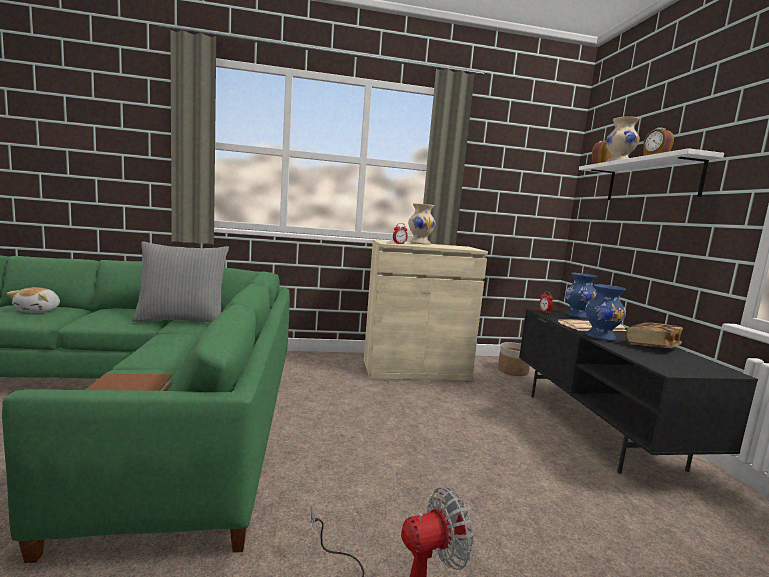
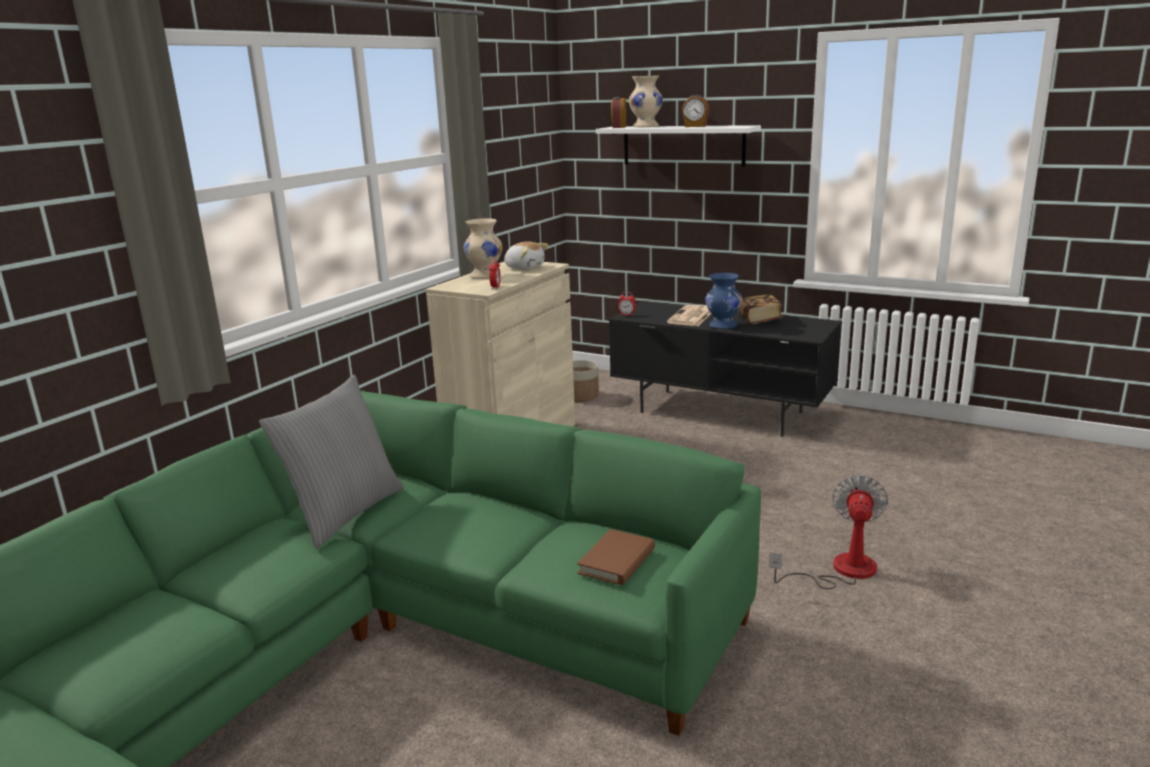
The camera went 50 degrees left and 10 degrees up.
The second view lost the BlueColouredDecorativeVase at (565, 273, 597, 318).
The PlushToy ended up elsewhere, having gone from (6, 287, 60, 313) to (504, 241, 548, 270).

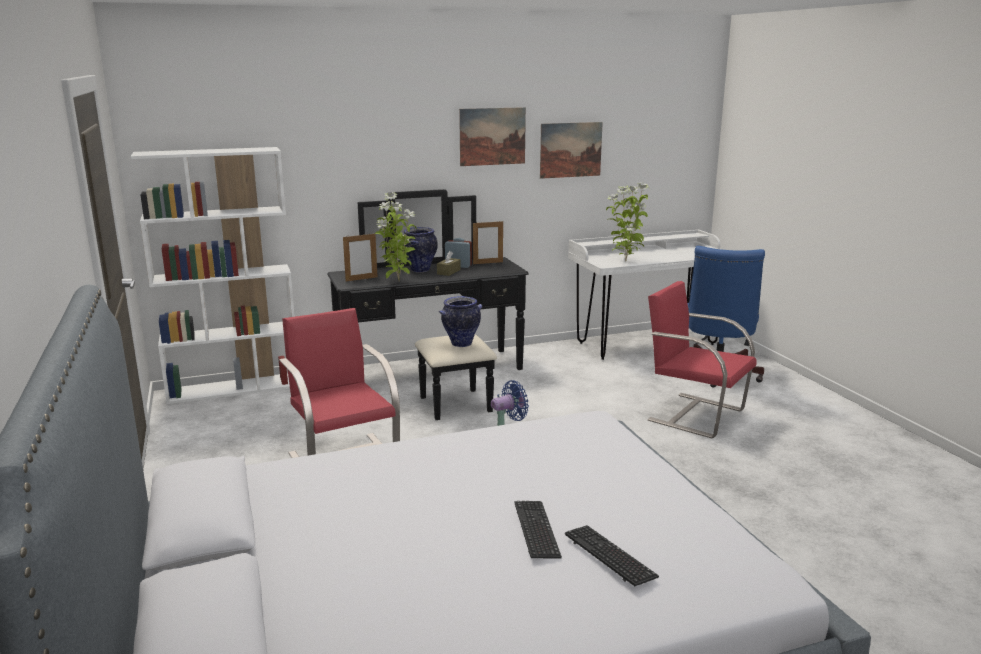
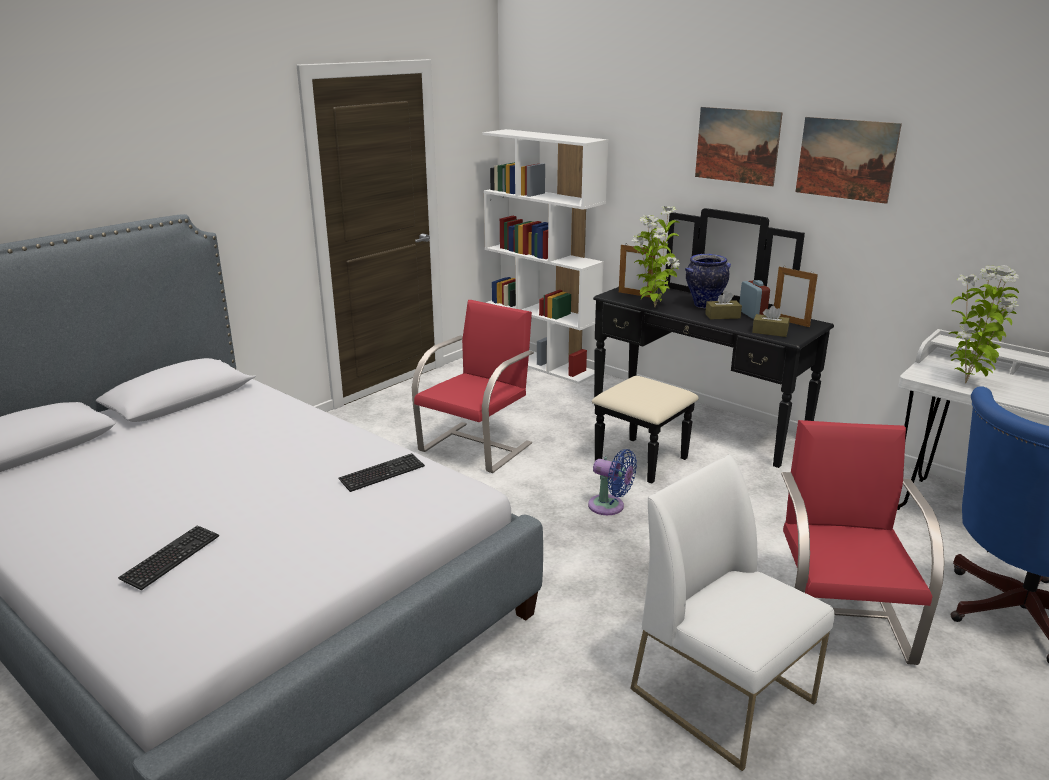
The camera went 60 degrees right and 5 degrees up.
The second view lost the DecorativeVase at (439, 296, 482, 347).
The second view gained the WhiteColouredPlainChair at (630, 455, 834, 771).
The second view gained the BrownColouredTissueBox at (752, 306, 790, 337).
The ComputerKeyboard ended up elsewhere, having gone from (514, 501, 562, 559) to (338, 453, 425, 492).
The WallPicture ended up elsewhere, having gone from (540, 122, 603, 179) to (695, 107, 783, 186).

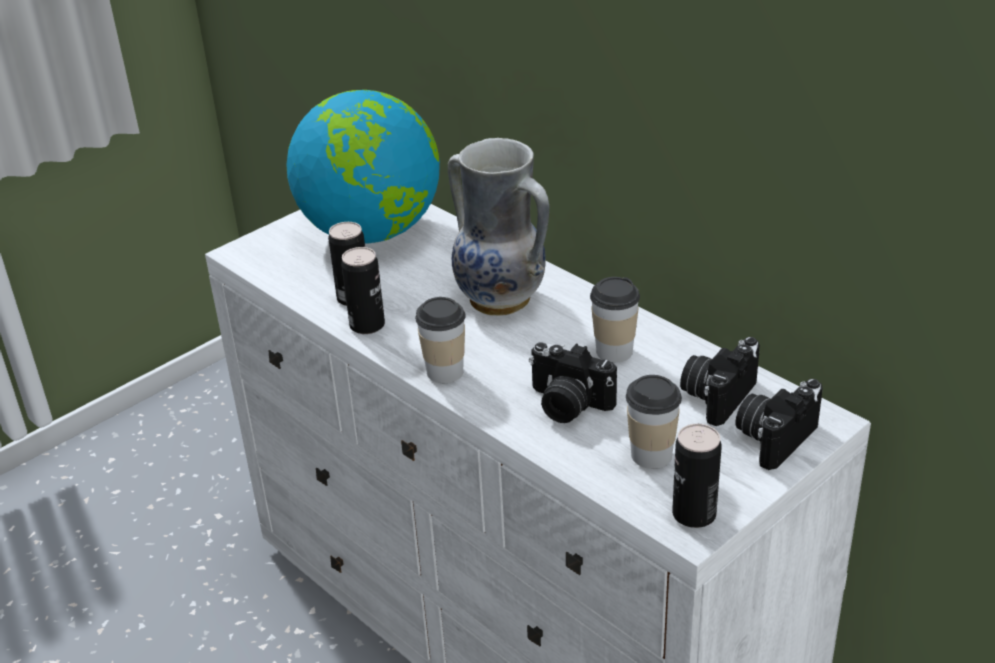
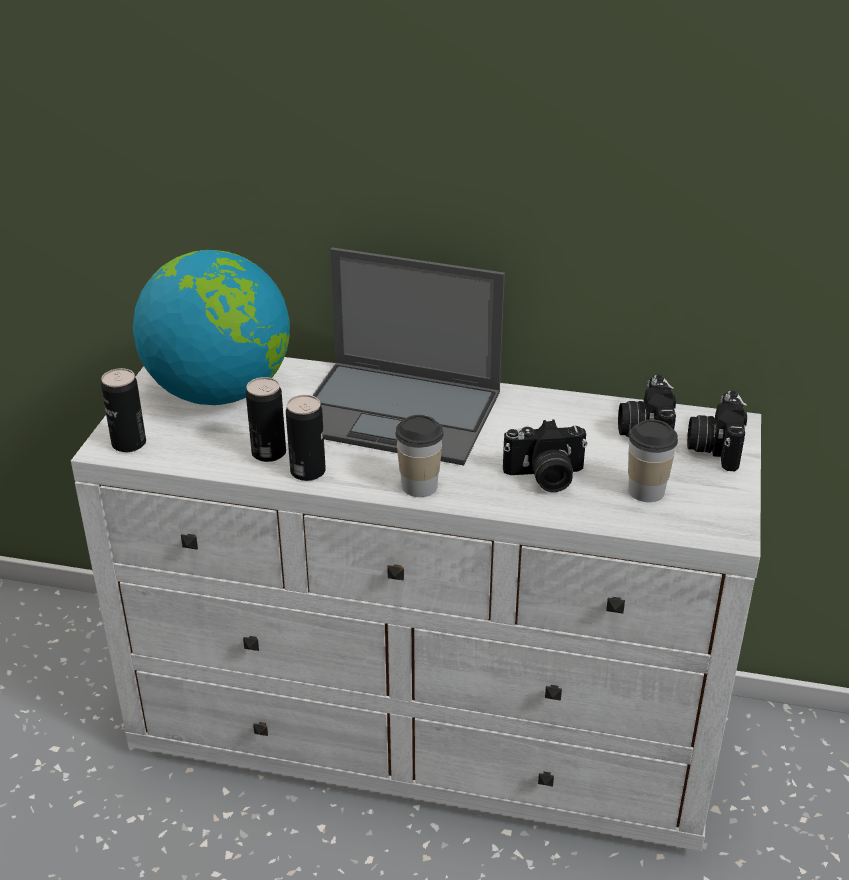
The camera went 35 degrees left and 0 degrees up.
The second view lost the DrinkingCup at (590, 277, 640, 363).
The SealedCan ended up elsewhere, having gone from (672, 424, 722, 528) to (101, 368, 146, 452).
Where the DecorativeVase stood at (448, 138, 549, 316), the NotebookComputer came to stand at (312, 248, 505, 465).

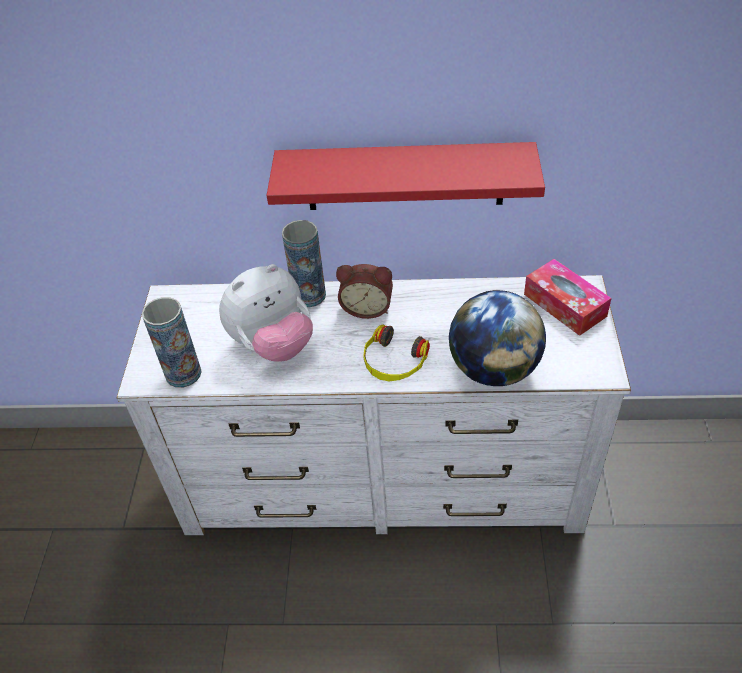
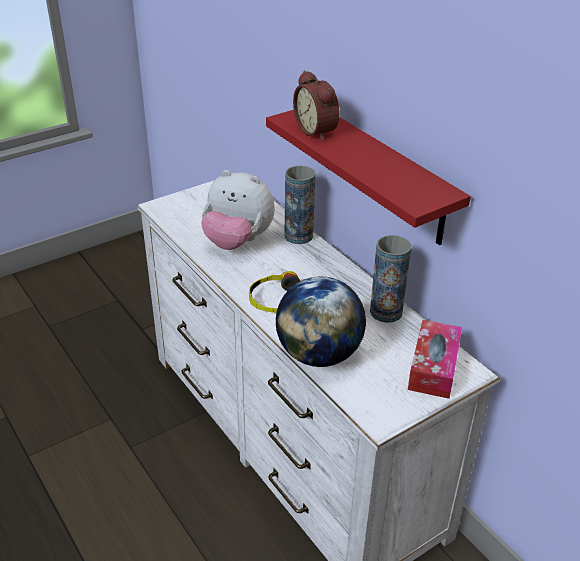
The camera went 50 degrees right and 10 degrees down.
The DecorativeVase ended up elsewhere, having gone from (142, 297, 202, 388) to (370, 235, 412, 323).
The BedsideClock ended up elsewhere, having gone from (336, 264, 393, 319) to (293, 70, 340, 141).

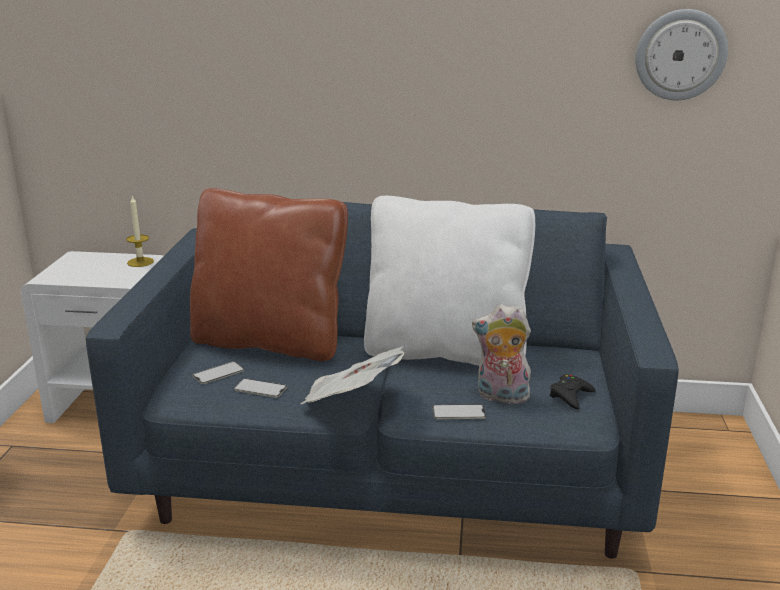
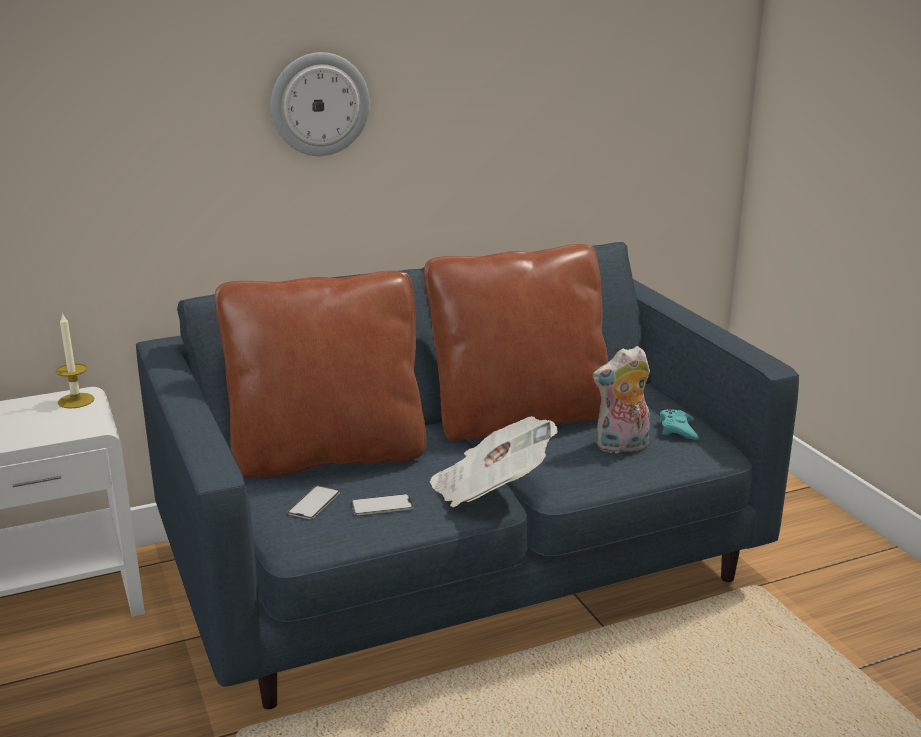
The camera went 30 degrees left and 0 degrees up.
The second view lost the Handset at (432, 404, 486, 419).
The HangingClock ended up elsewhere, having gone from (635, 9, 728, 100) to (271, 52, 370, 156).
What was the WhiteColouredPillow at (364, 196, 535, 366) turned into the BrownColouredPillow at (424, 244, 608, 441).
What was the BlackishGamepad at (550, 375, 596, 409) turned into the TurquoiseColouredGamepad at (660, 409, 699, 440).

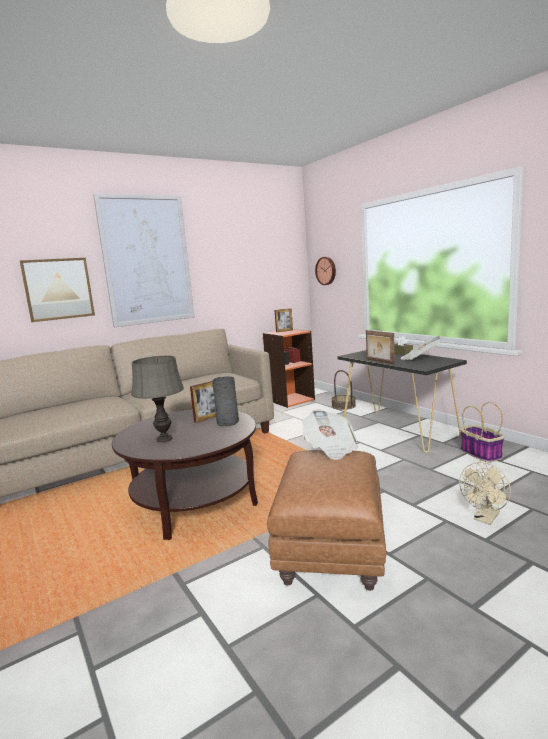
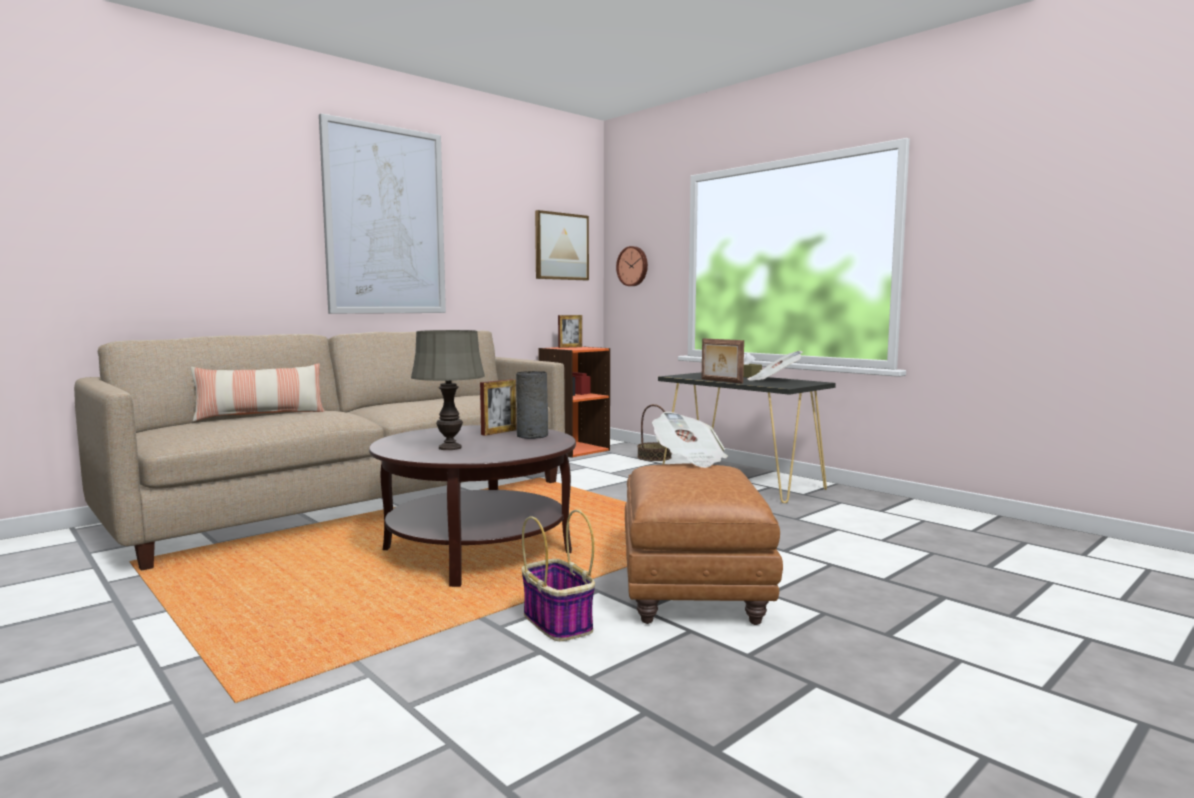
The camera went 10 degrees left and 5 degrees down.
The second view lost the BeigeElectricFan at (459, 462, 511, 525).
The second view gained the Pillow at (191, 363, 325, 422).
The WallPicture ended up elsewhere, having gone from (20, 258, 95, 322) to (535, 210, 589, 280).
The HouseholdBasket ended up elsewhere, having gone from (460, 402, 504, 462) to (521, 509, 595, 641).

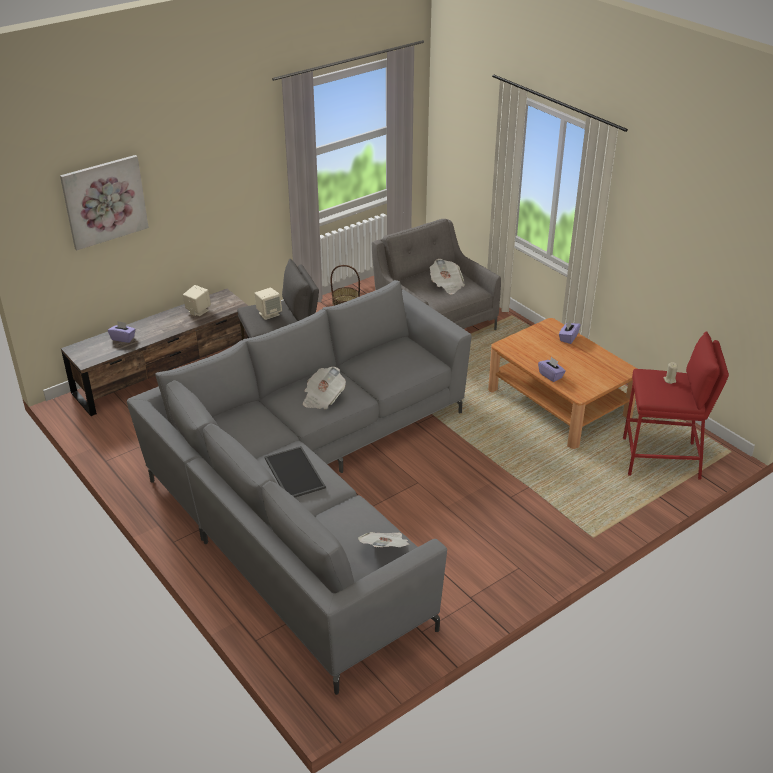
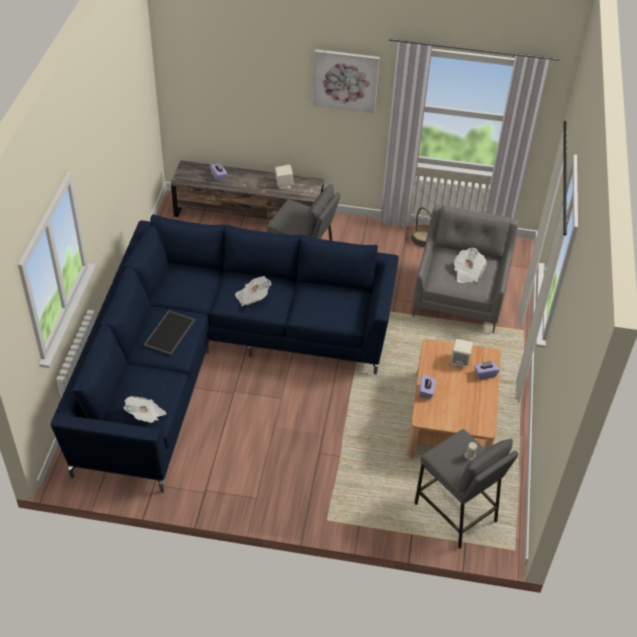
The camera went 45 degrees right and 10 degrees up.
The WallPicture ended up elsewhere, having gone from (60, 155, 149, 250) to (313, 49, 380, 113).
The BeigeAudioSpeaker ended up elsewhere, having gone from (254, 288, 282, 320) to (451, 339, 473, 368).
What was the GreyishCouch at (127, 280, 472, 695) turned into the BlueColouredCouch at (51, 214, 399, 493).
What was the ReddishStool at (623, 331, 729, 480) turned into the GreyishStool at (414, 429, 518, 549).

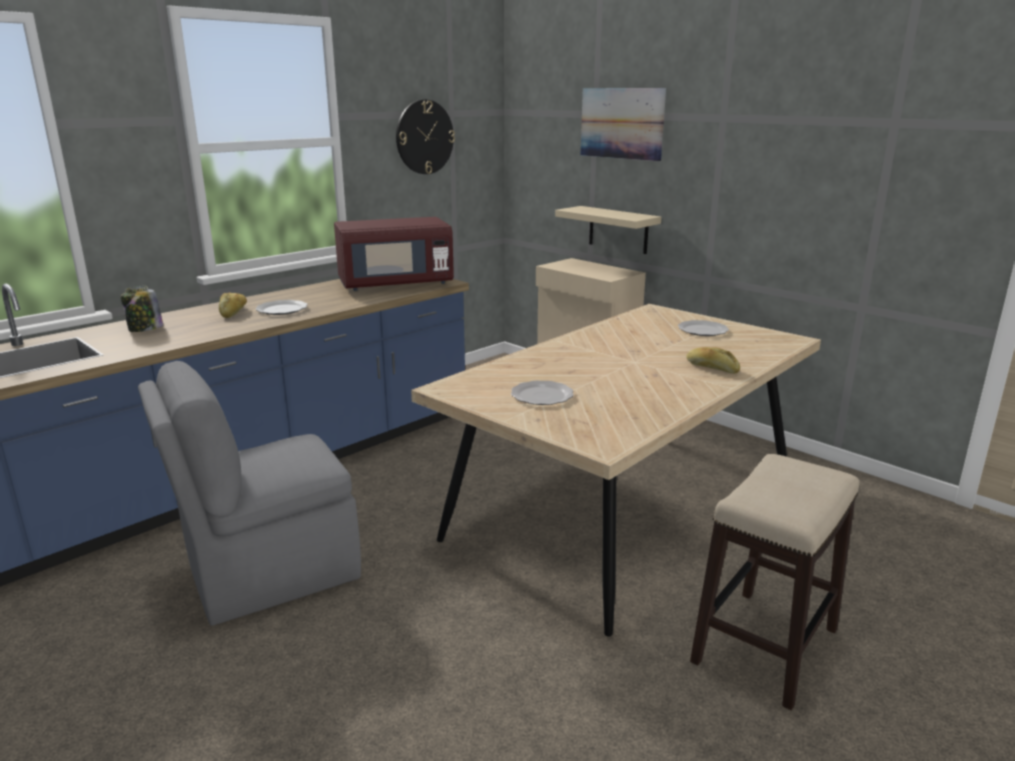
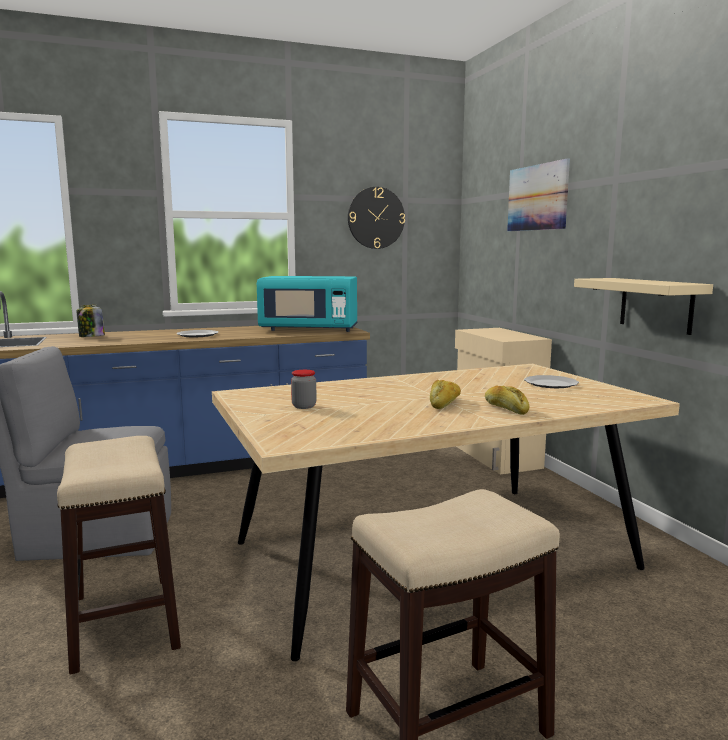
The camera went 25 degrees right and 10 degrees down.
The second view gained the Stool at (57, 436, 181, 675).
The BakeryBread ended up elsewhere, having gone from (219, 292, 247, 318) to (430, 380, 461, 409).
The BeigeBracketShelf ended up elsewhere, having gone from (555, 206, 661, 254) to (574, 278, 713, 335).
Where the FlatDish stood at (511, 380, 574, 405), the Jar came to stand at (291, 370, 317, 409).
What was the ReddishMicrowaveOven at (334, 217, 454, 291) turned into the TurquoiseColouredMicrowaveOven at (257, 276, 357, 332).

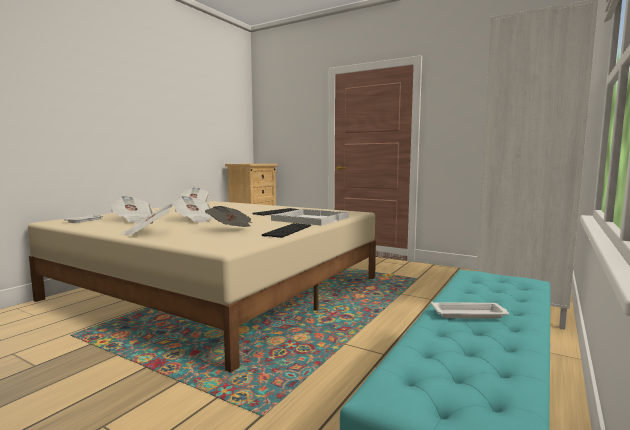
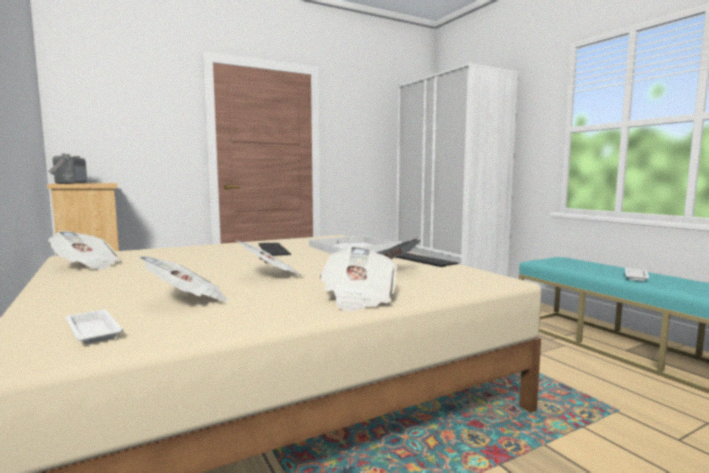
The camera went 60 degrees left and 0 degrees up.
The second view gained the RadioReceiver at (48, 153, 87, 184).

